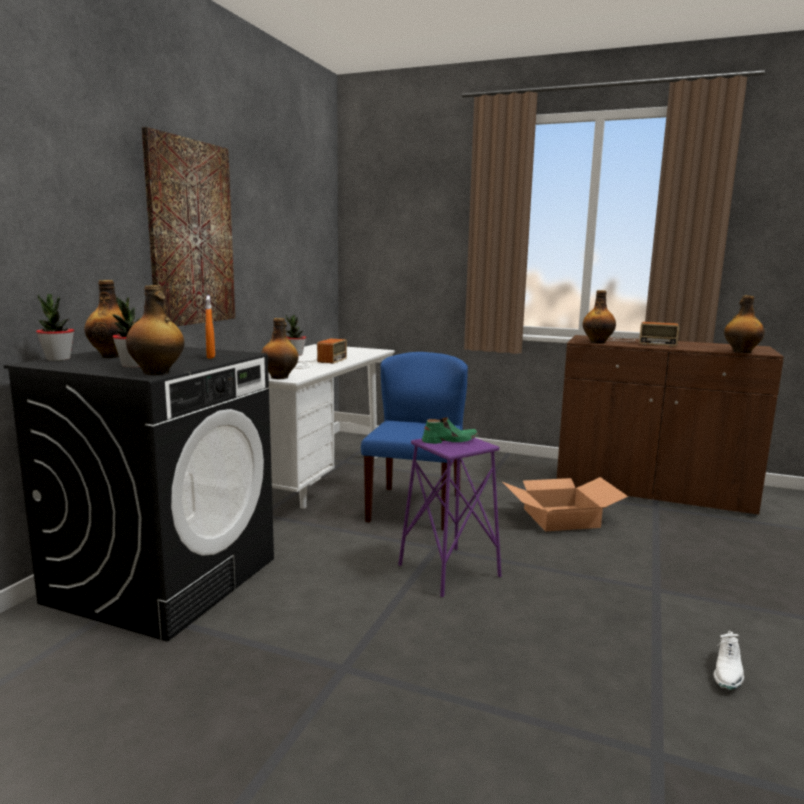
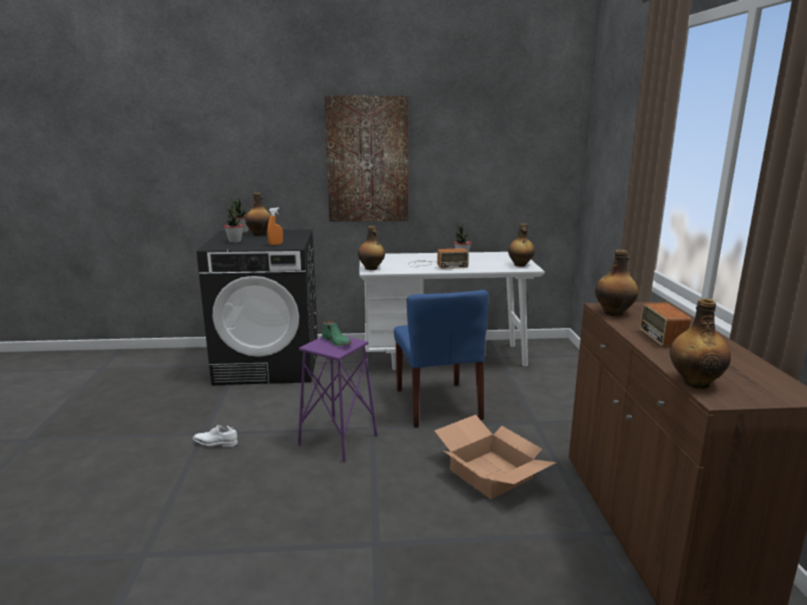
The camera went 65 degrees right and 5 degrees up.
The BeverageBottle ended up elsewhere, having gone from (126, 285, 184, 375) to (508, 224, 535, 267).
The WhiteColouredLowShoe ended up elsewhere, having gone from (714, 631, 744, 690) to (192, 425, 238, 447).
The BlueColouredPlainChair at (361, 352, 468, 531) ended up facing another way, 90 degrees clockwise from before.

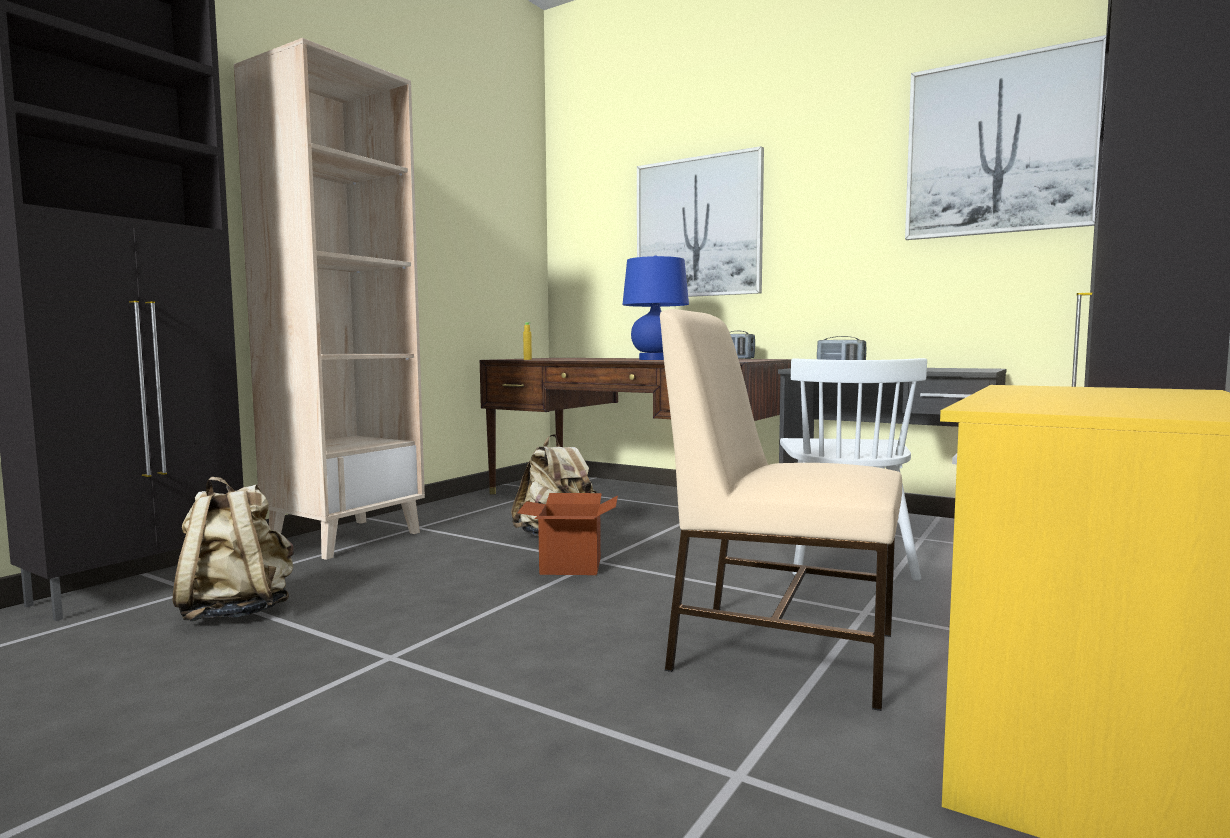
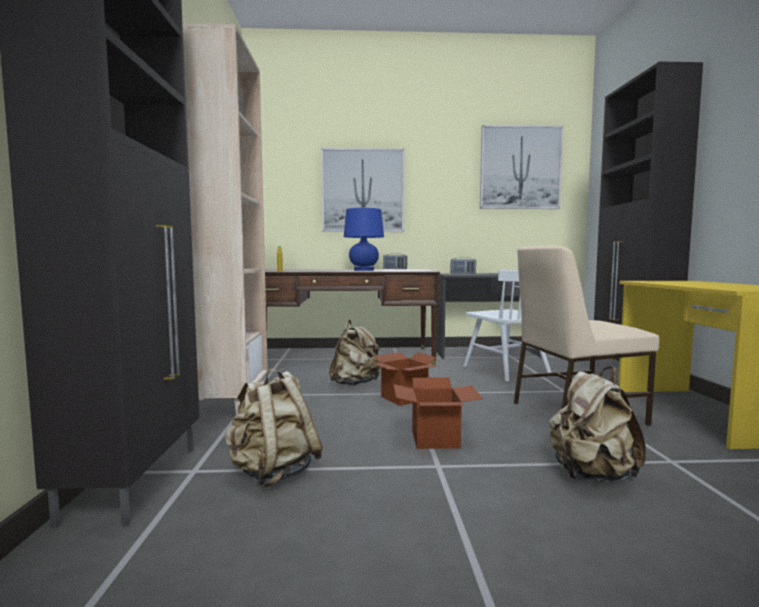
The camera went 35 degrees left and 0 degrees up.
The second view gained the PackingBox at (394, 377, 483, 449).
The second view gained the BeigeRucksack at (549, 367, 646, 482).

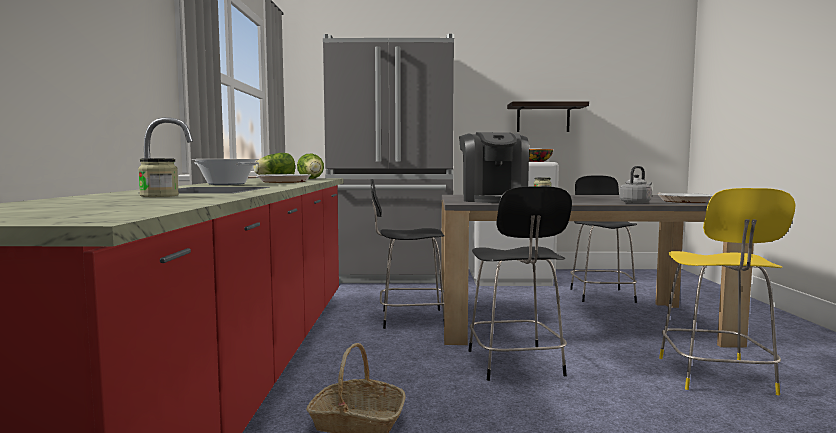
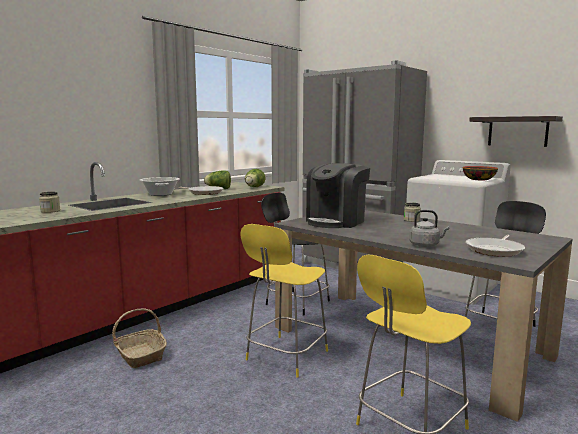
The camera went 40 degrees right and 5 degrees up.
What was the BlackishPlainChair at (468, 186, 572, 381) turned into the YellowColouredPlainChair at (240, 224, 328, 378).

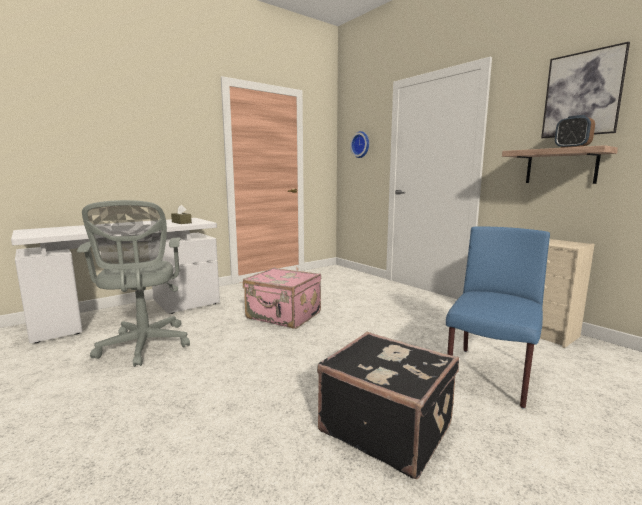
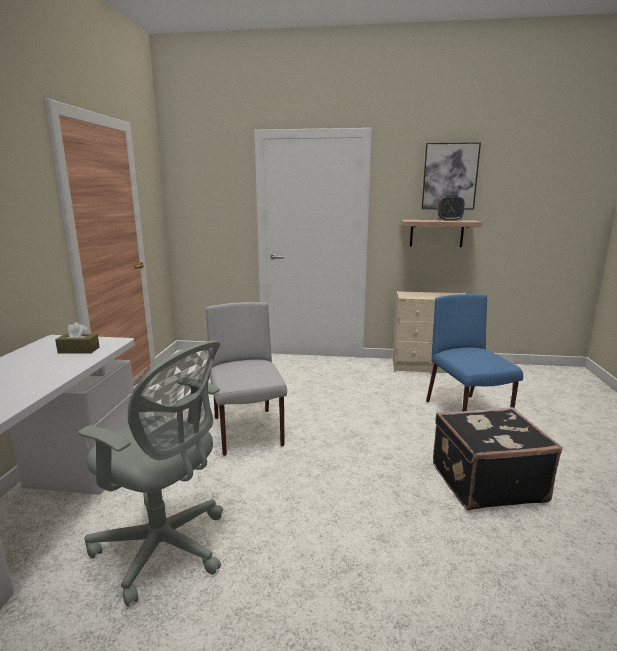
The camera went 45 degrees left and 5 degrees up.
The second view lost the HangingClock at (350, 131, 369, 158).
Where the PinkishPieceOfLuggage stood at (243, 267, 321, 329), the GreyishPlainChair came to stand at (206, 302, 287, 456).

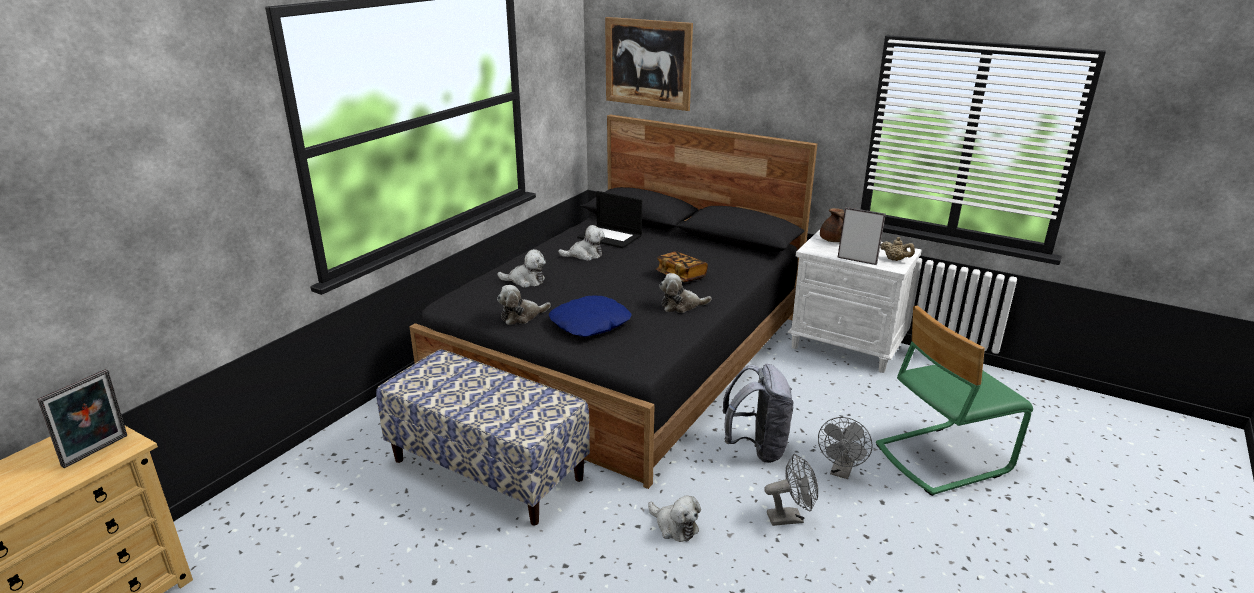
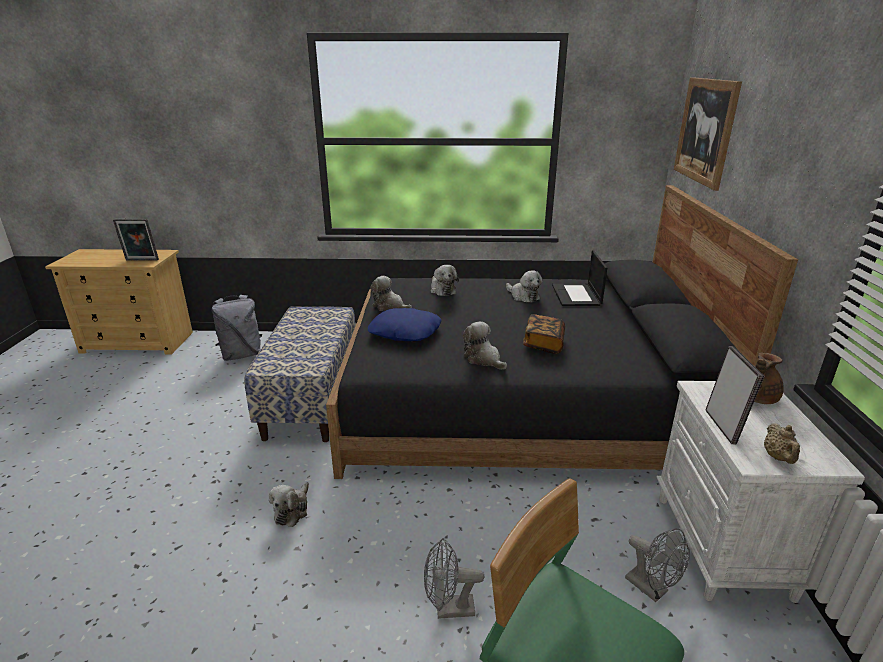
The camera went 60 degrees right and 0 degrees up.
The GreyishRucksack ended up elsewhere, having gone from (722, 364, 793, 463) to (212, 294, 262, 361).
The GreyishElectricFan ended up elsewhere, having gone from (764, 454, 818, 526) to (625, 528, 690, 602).

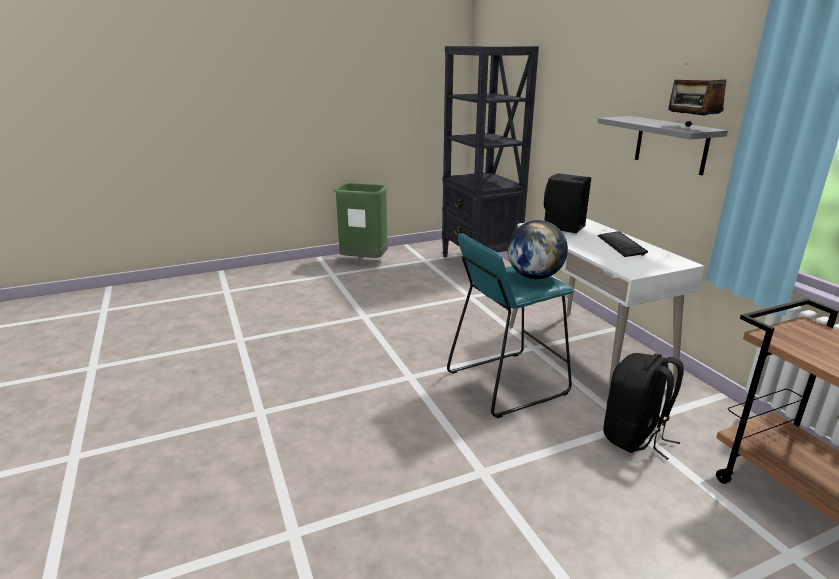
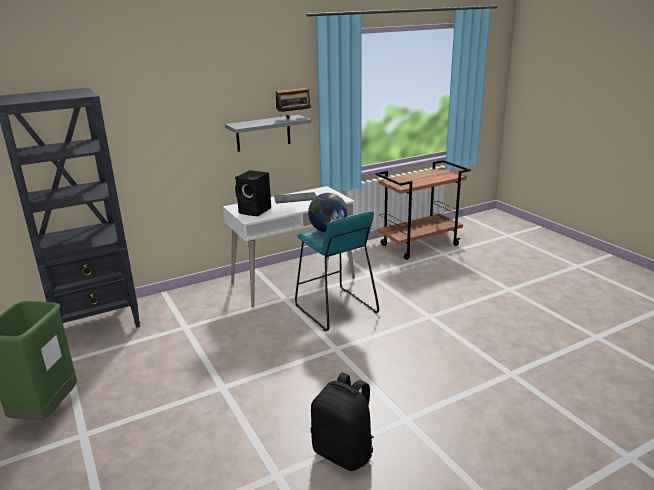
The camera went 95 degrees left and 0 degrees up.
The BlackishRucksack ended up elsewhere, having gone from (603, 353, 684, 460) to (311, 372, 374, 471).

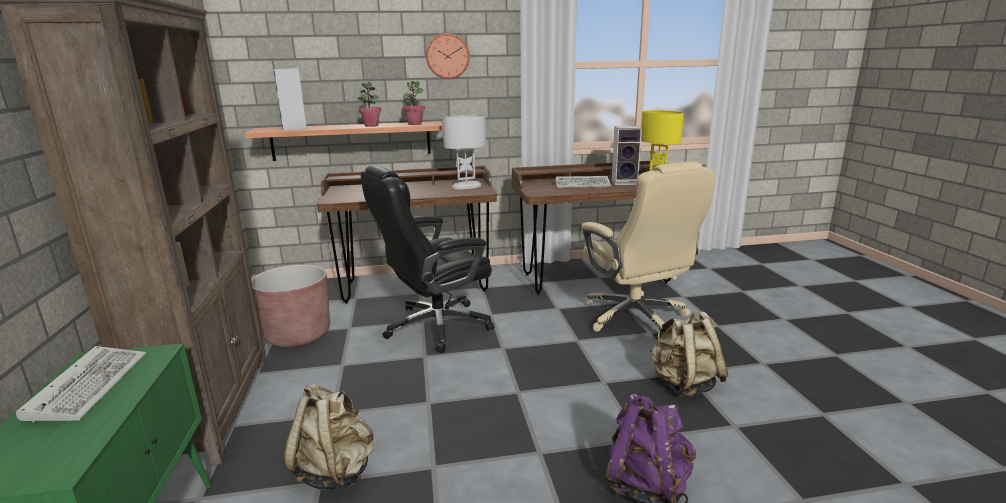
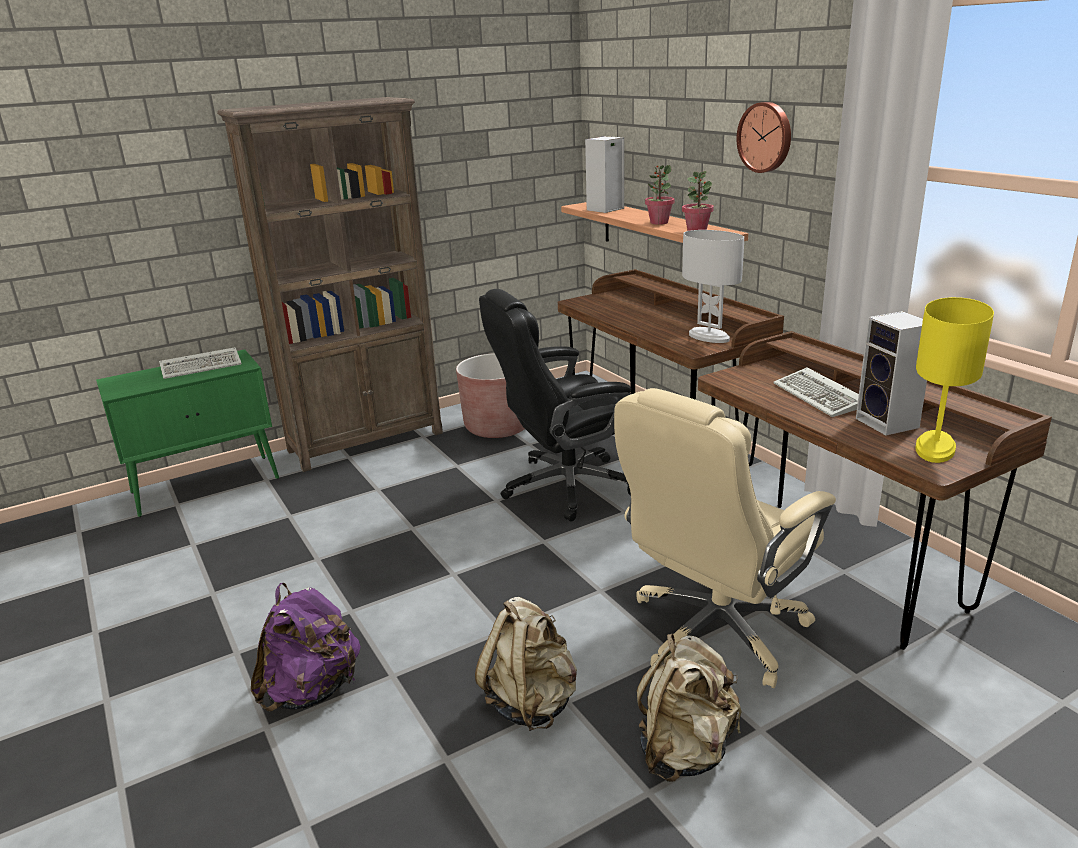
The camera went 70 degrees right and 5 degrees up.
The BeigeRucksack ended up elsewhere, having gone from (284, 384, 374, 491) to (637, 634, 741, 782).
The BlackishDeskChair at (360, 165, 494, 353) ended up facing another way, 60 degrees counterclockwise from before.

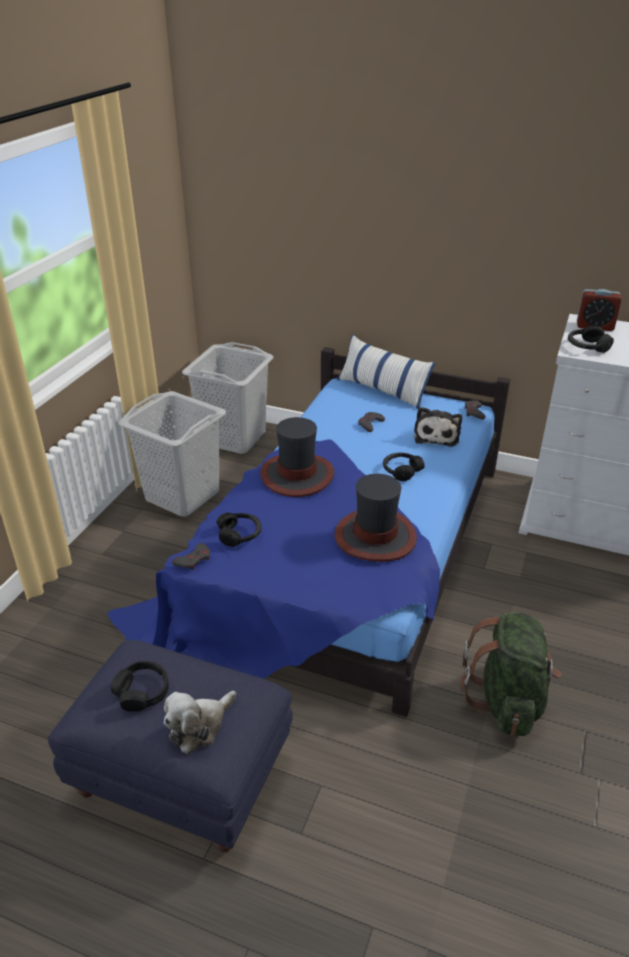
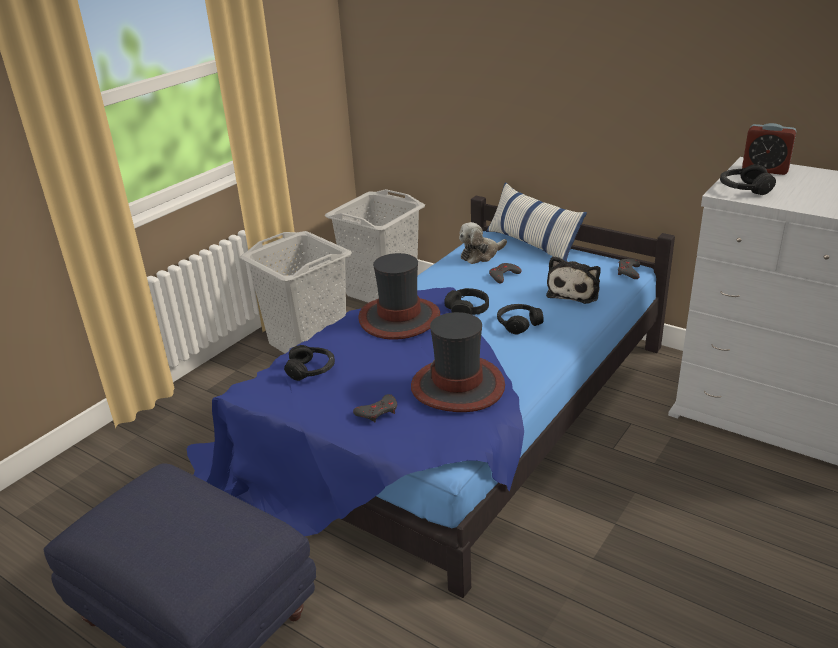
The camera went 15 degrees right and 5 degrees down.
The second view lost the GreenColouredRucksack at (461, 612, 561, 736).
The BlackishHeadset ended up elsewhere, having gone from (111, 661, 169, 712) to (444, 288, 489, 315).
The PlushToy ended up elsewhere, having gone from (164, 691, 236, 754) to (459, 222, 507, 264).
The GreyishGamepad ended up elsewhere, having gone from (172, 543, 210, 570) to (353, 394, 397, 423).

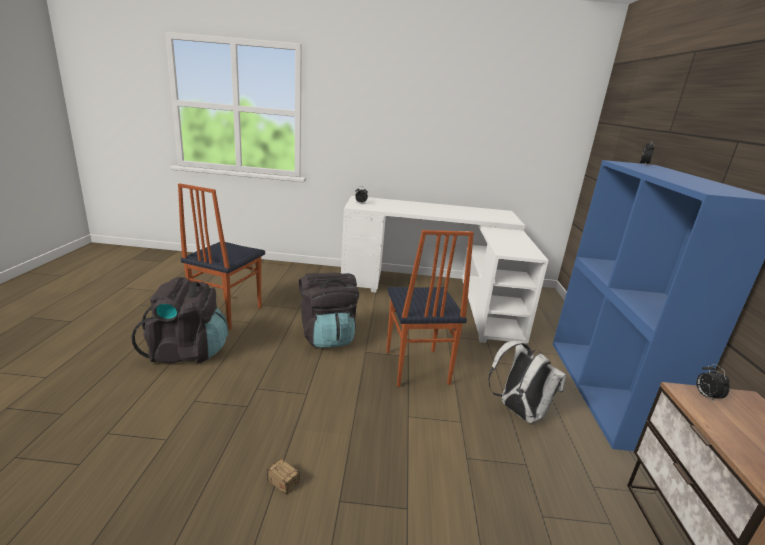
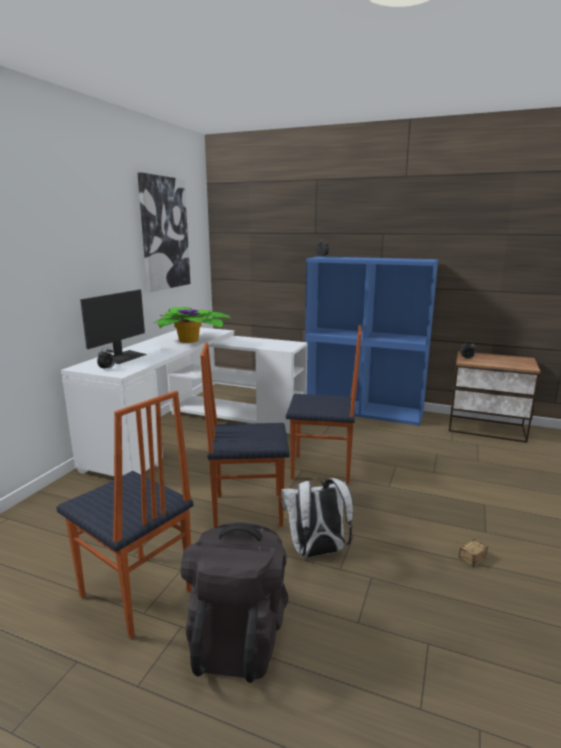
The camera went 70 degrees left and 5 degrees down.
The second view gained the ComputerScreen at (80, 290, 147, 364).
The second view gained the WallPicture at (137, 172, 191, 292).
The second view gained the PottedPlant at (154, 307, 232, 343).
The WhiteColouredRucksack ended up elsewhere, having gone from (488, 341, 567, 423) to (281, 478, 353, 558).
Where the BlackishRucksack stood at (299, 273, 359, 348), the PlainChair came to stand at (200, 342, 290, 528).

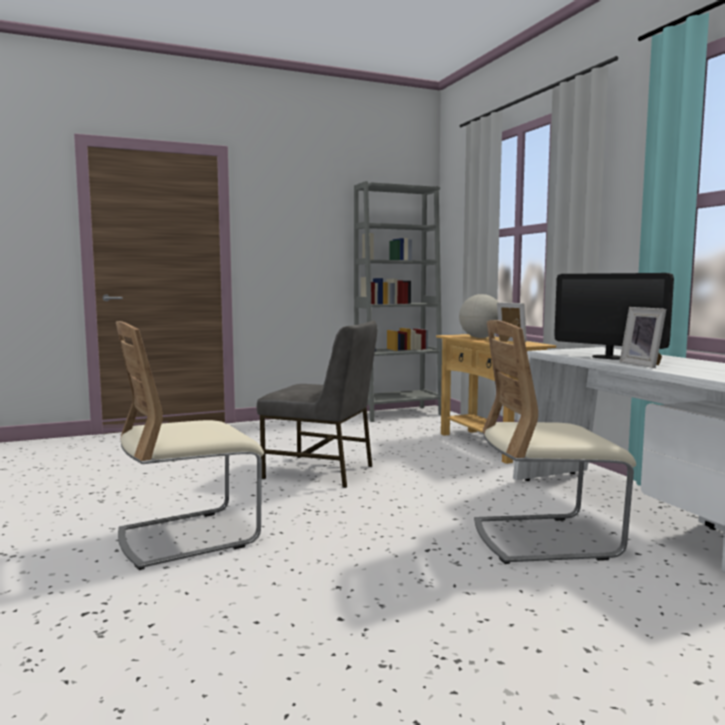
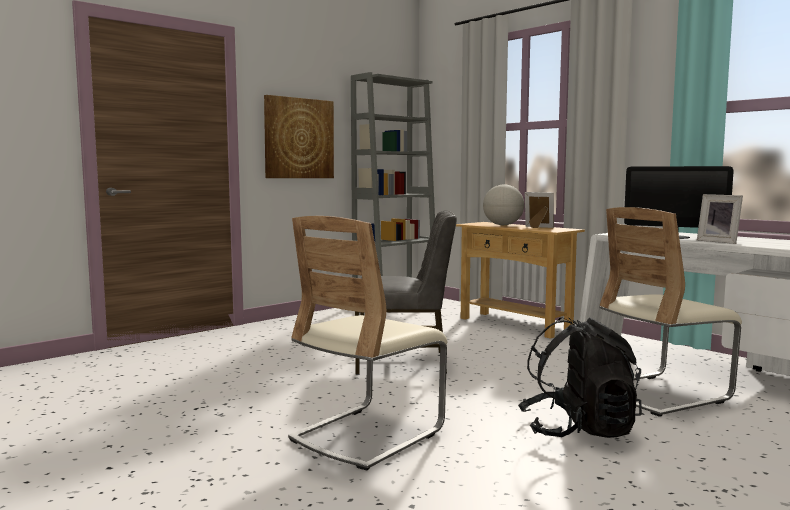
The camera went 20 degrees left and 0 degrees up.
The second view gained the WallPicture at (264, 95, 334, 178).
The second view gained the BlackishRucksack at (518, 317, 642, 438).

